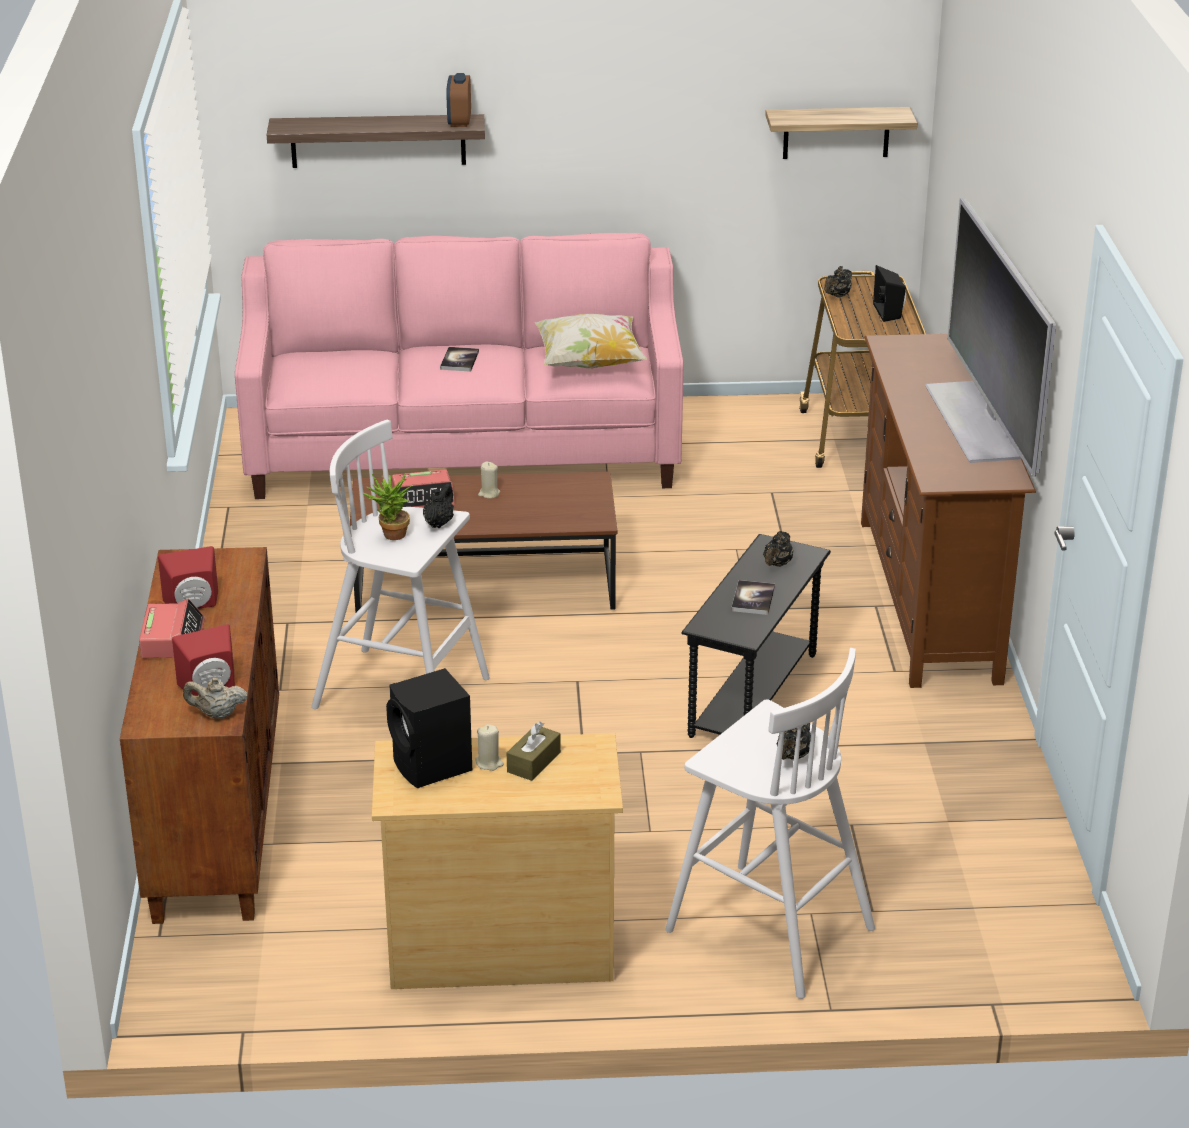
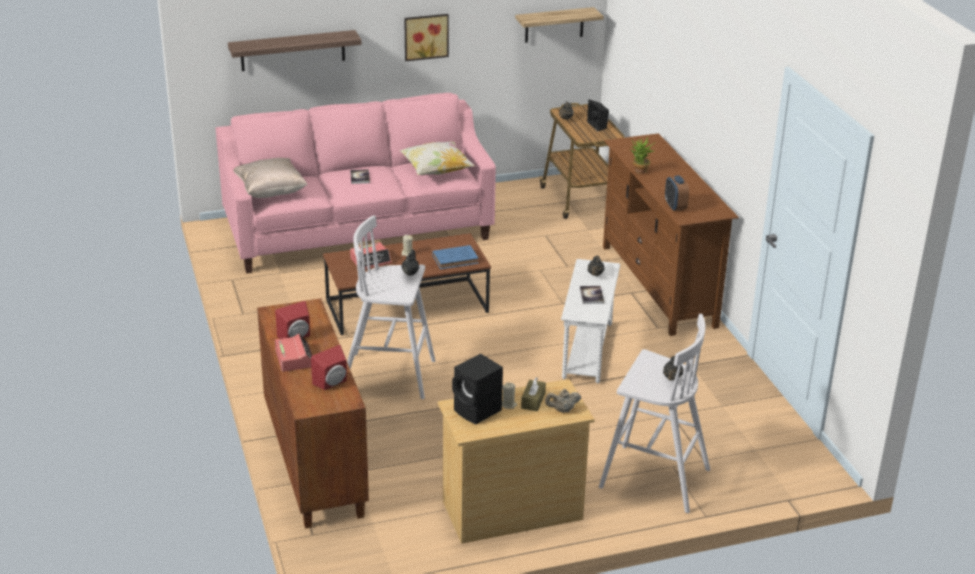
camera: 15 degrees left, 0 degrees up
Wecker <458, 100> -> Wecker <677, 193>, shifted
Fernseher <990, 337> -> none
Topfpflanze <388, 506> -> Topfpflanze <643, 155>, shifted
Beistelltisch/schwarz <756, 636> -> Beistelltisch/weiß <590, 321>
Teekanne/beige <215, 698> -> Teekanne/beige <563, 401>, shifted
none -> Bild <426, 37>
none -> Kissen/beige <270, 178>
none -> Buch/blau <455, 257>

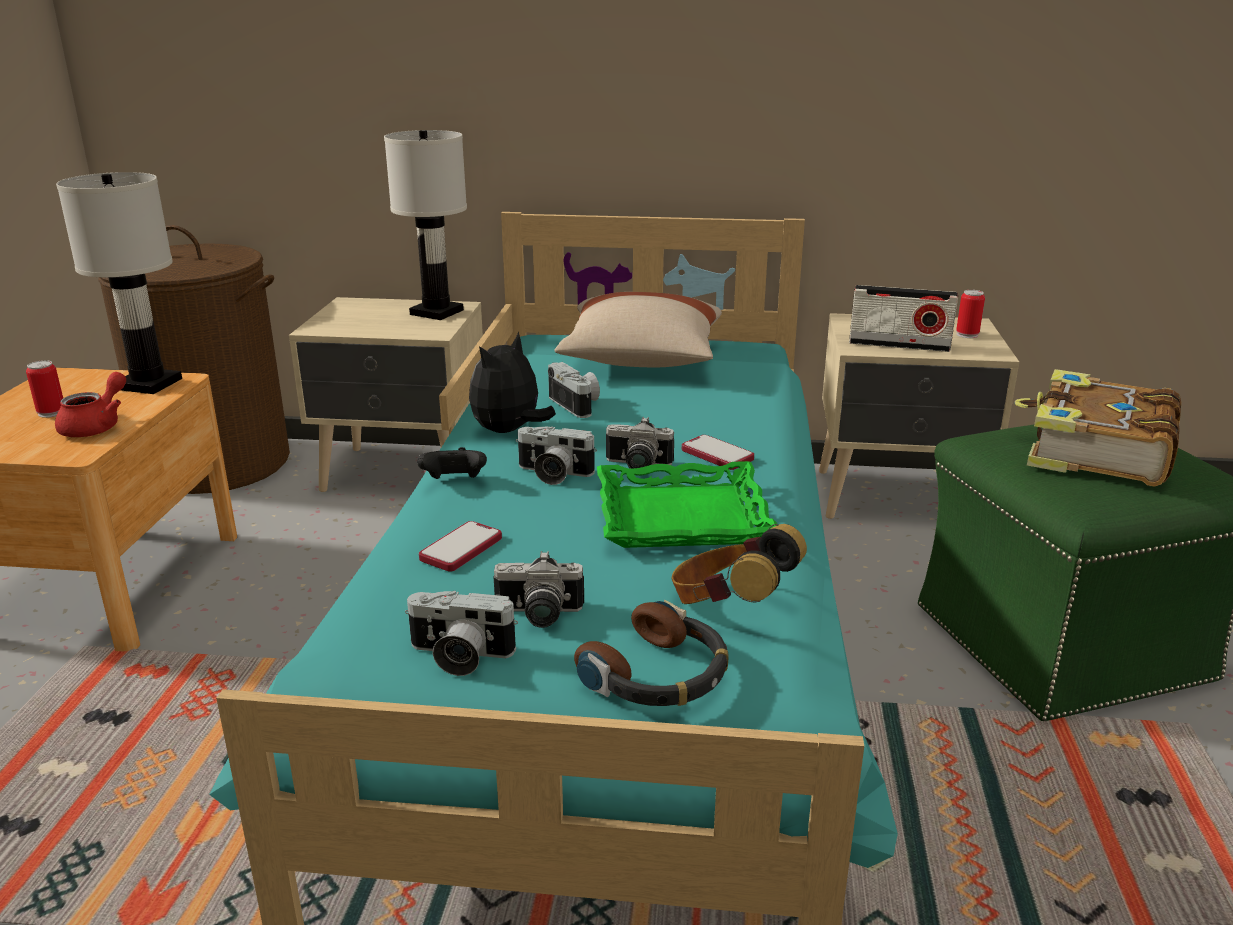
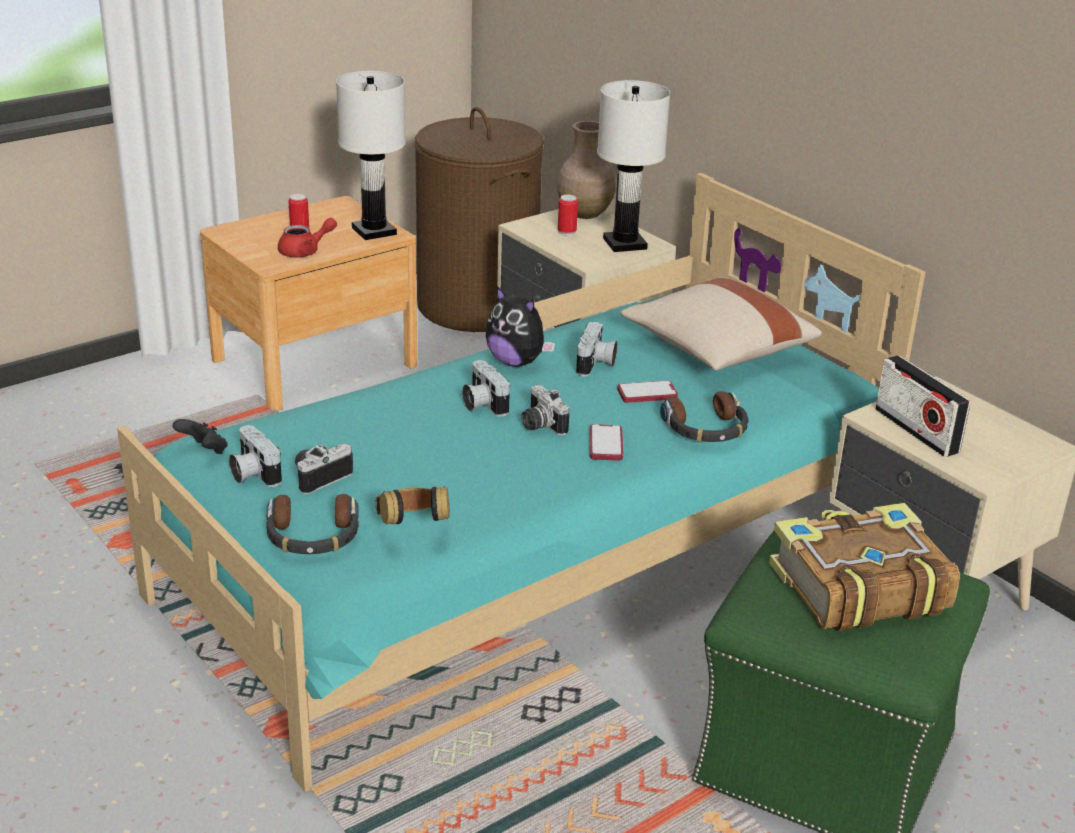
camera: 45 degrees right, 5 degrees up
Dose <970, 314> -> Dose <568, 215>, shifted
Plüschtier <512, 382> -> Plüschtier <520, 326>, 135 degrees counterclockwise
Gamepad/schwarz <452, 463> -> Gamepad/schwarz <200, 436>, shifted
Tablett/grün <687, 504> -> none
Handy <460, 546> -> Handy <647, 391>, shifted
Kamera <538, 589> -> Kamera <324, 468>, 90 degrees clockwise
none -> Vase/braun <586, 170>
none -> Kopfhörer <704, 416>

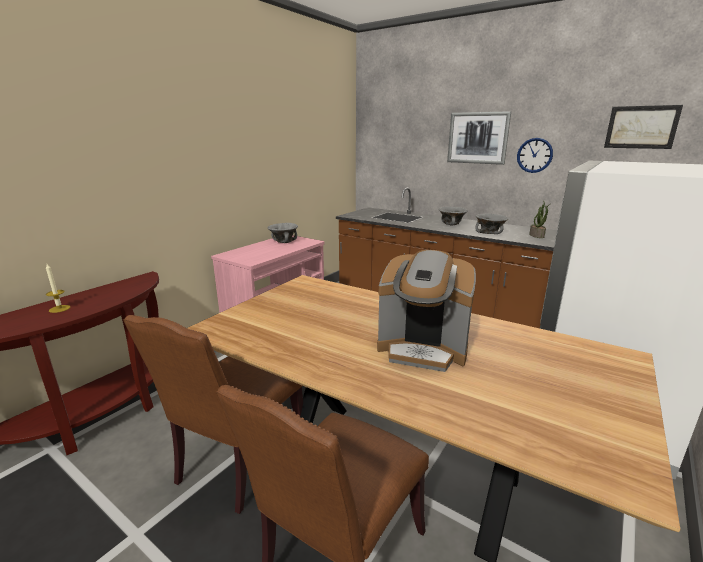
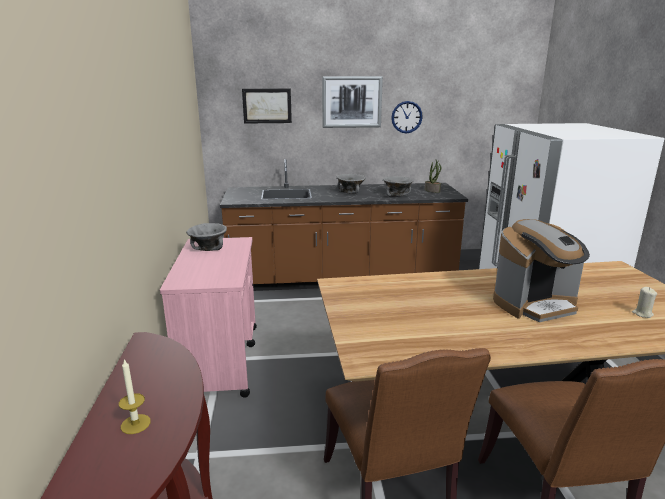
camera: 40 degrees left, 0 degrees up
Bild <643, 127> -> Bild <267, 106>, shifted
none -> Kerze/beige <644, 302>

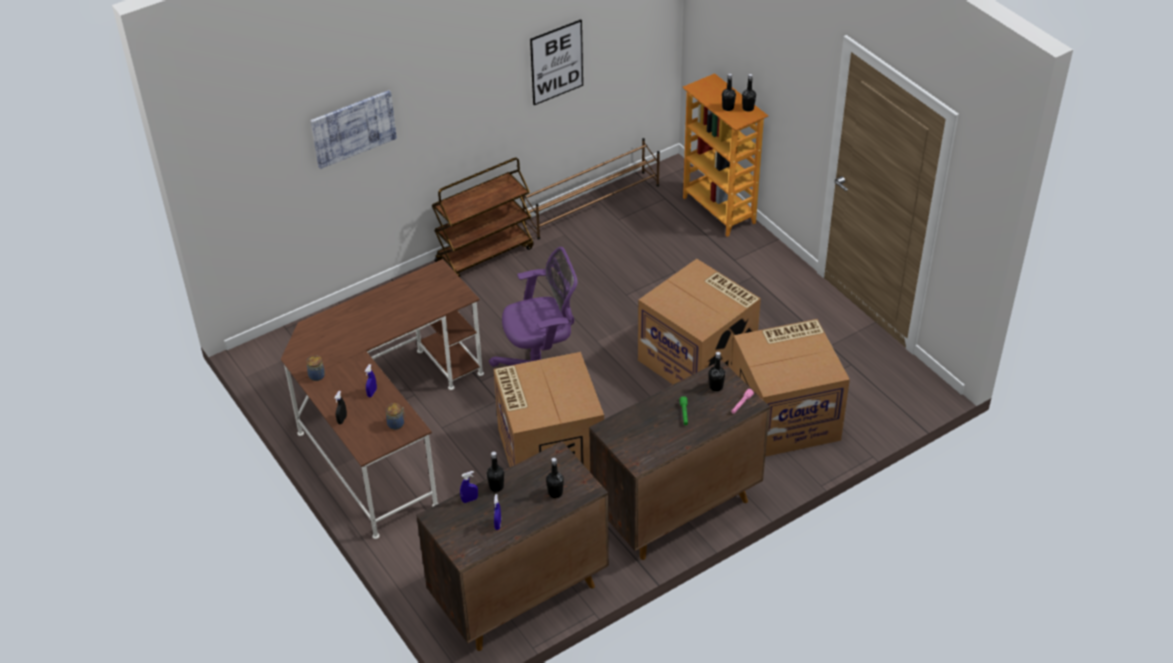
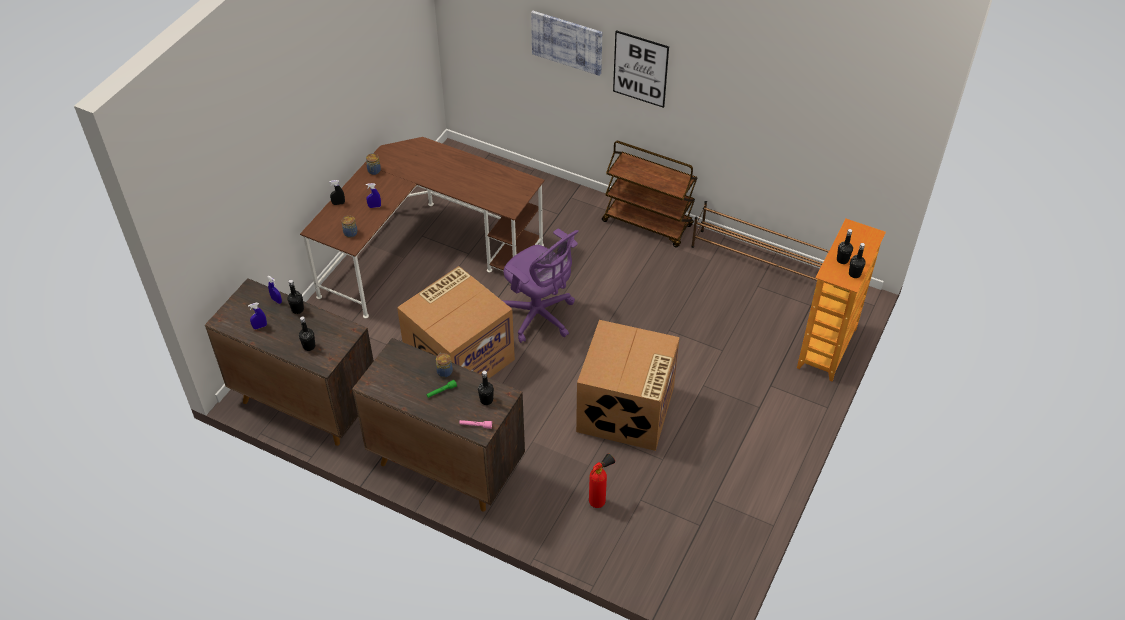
camera: 60 degrees right, 5 degrees up
Bild <556, 62> -> Bild <641, 69>, shifted
Karton <791, 388> -> Feuerlöscher <602, 480>
none -> Vorratsglas <444, 365>

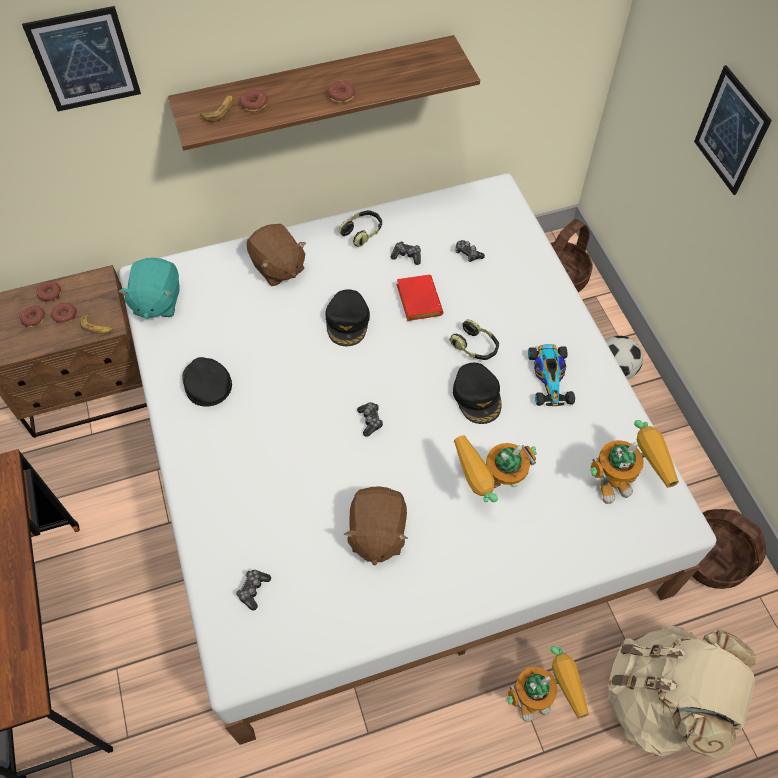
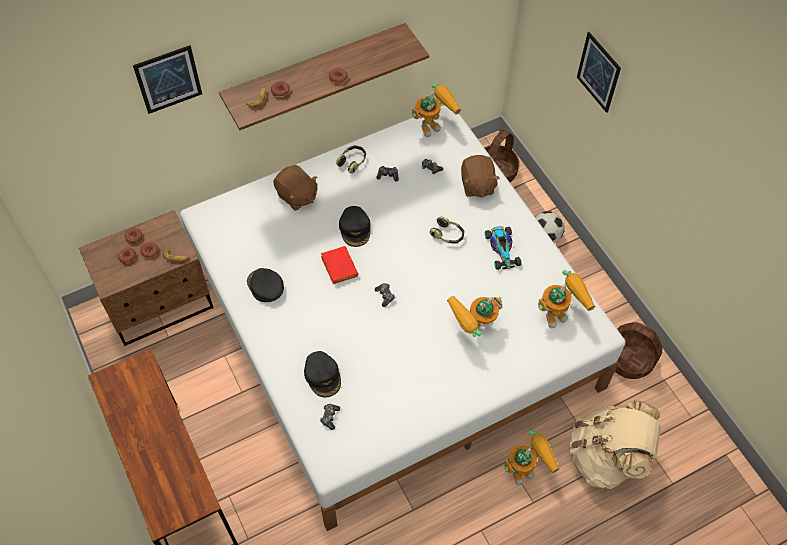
camera: 10 degrees left, 0 degrees up
Plüschtier/türkis <149, 288> -> none
Buch/rot <419, 298> -> Buch/rot <339, 265>, shifted
Kappe/schwarz <477, 393> -> Kappe/schwarz <322, 374>, shifted
Plüschtier/braun <376, 526> -> Plüschtier/braun <480, 176>, shifted
none -> Spielzeugroboter <436, 110>

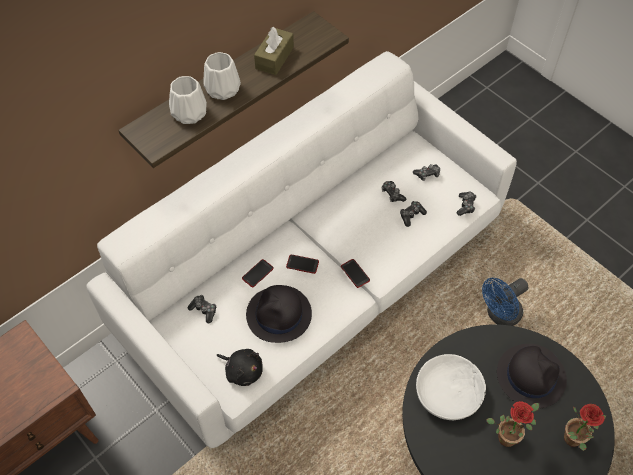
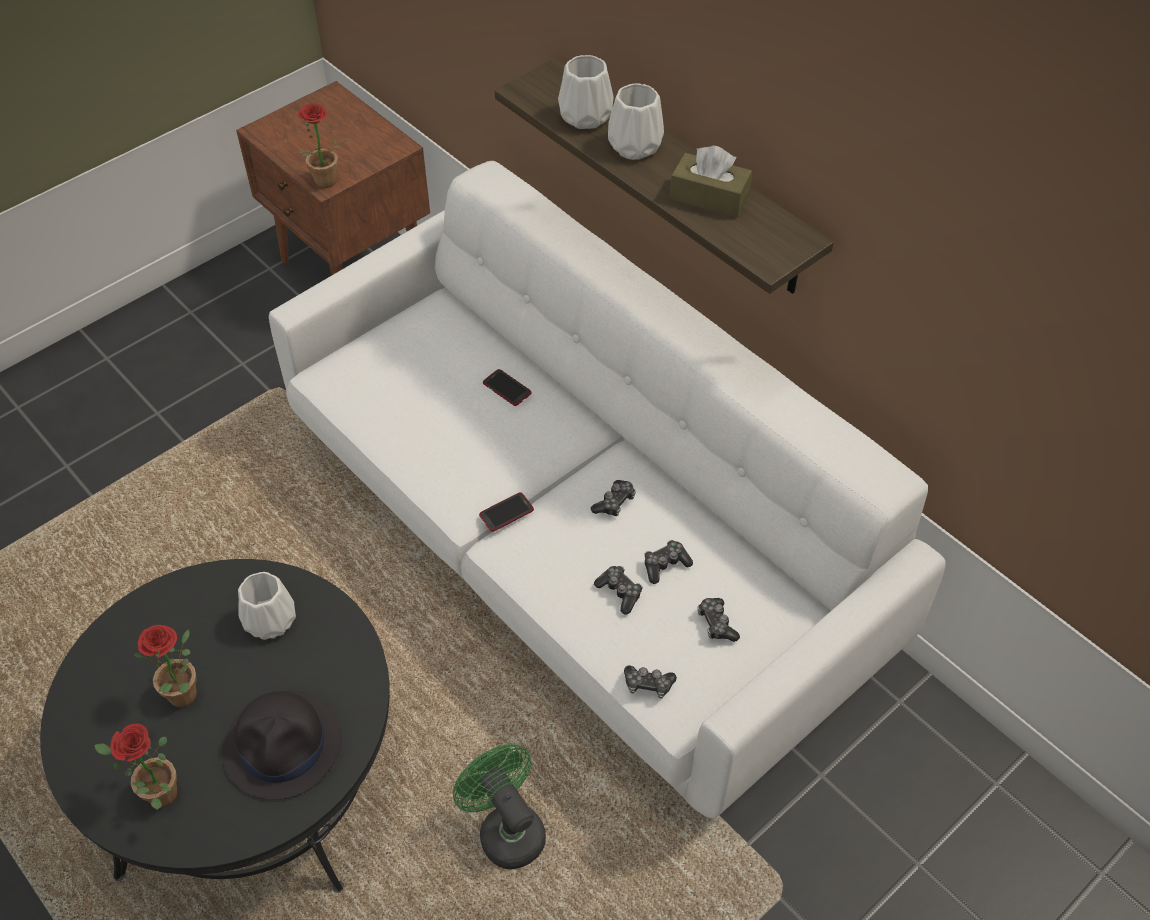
camera: 90 degrees right, 5 degrees down
Handy <302, 264> -> none
Ventilator/blau <505, 302> -> Ventilator/grün <499, 806>
Hut/schwarz <279, 314> -> none
Gamepad <202, 309> -> Gamepad <613, 498>, shifted
Plüschtier/schwarz <239, 367> -> none
Schüssel/weiß <451, 387> -> Vase/weiß <267, 606>
none -> Topfpflanze <324, 145>

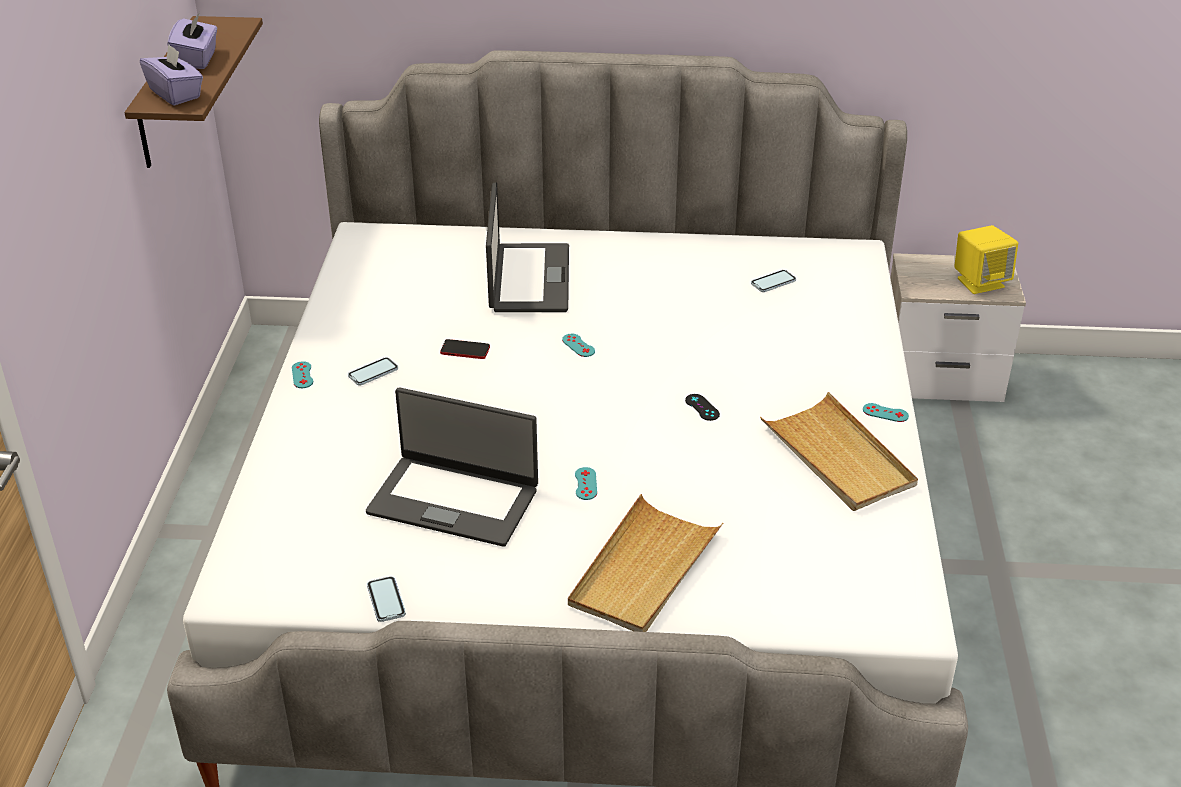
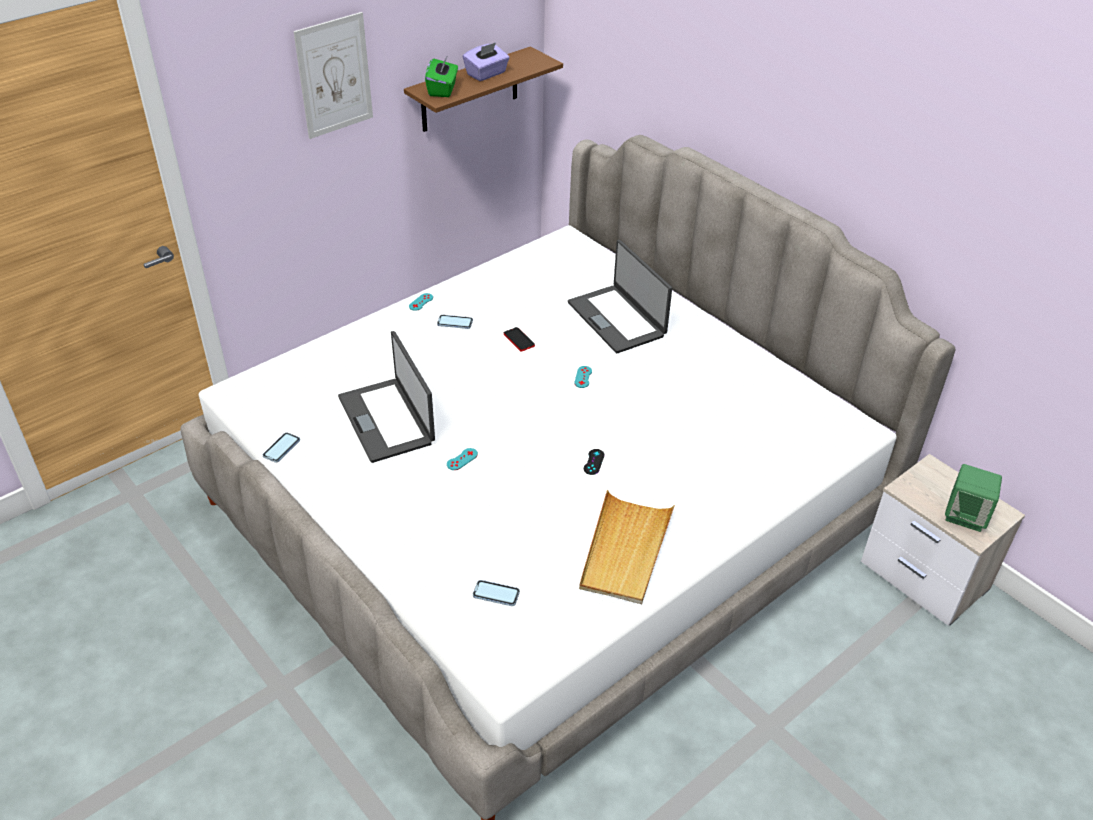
camera: 45 degrees right, 5 degrees up
Taschentuchbox/lila <171, 74> -> Taschentuchbox/grün <441, 76>
Laptop <527, 247> -> Laptop <620, 296>, 105 degrees clockwise
Lautsprecher/gelb <986, 259> -> Lautsprecher/grün <973, 498>
Handy <773, 281> -> Handy <496, 593>, shifted
Gamepad/türkis <886, 412> -> none
Tablett/beige <645, 563> -> none
none -> Bild <333, 75>

